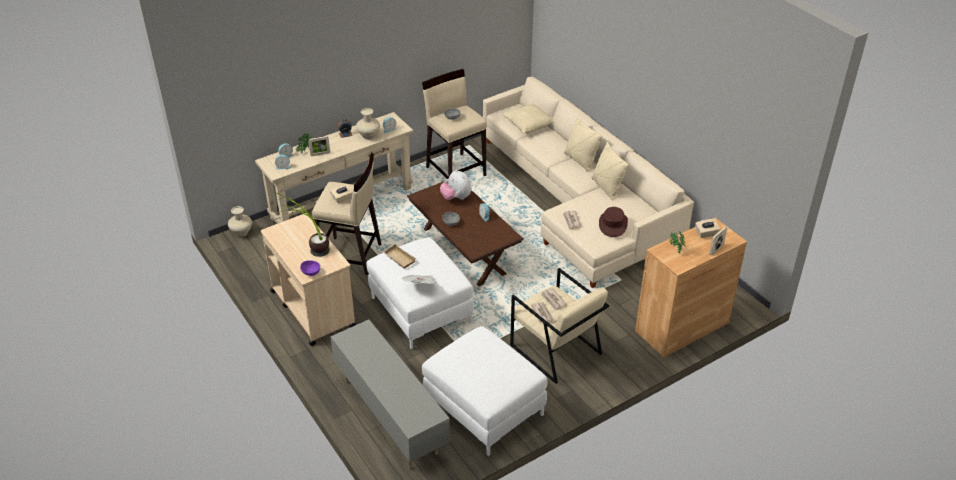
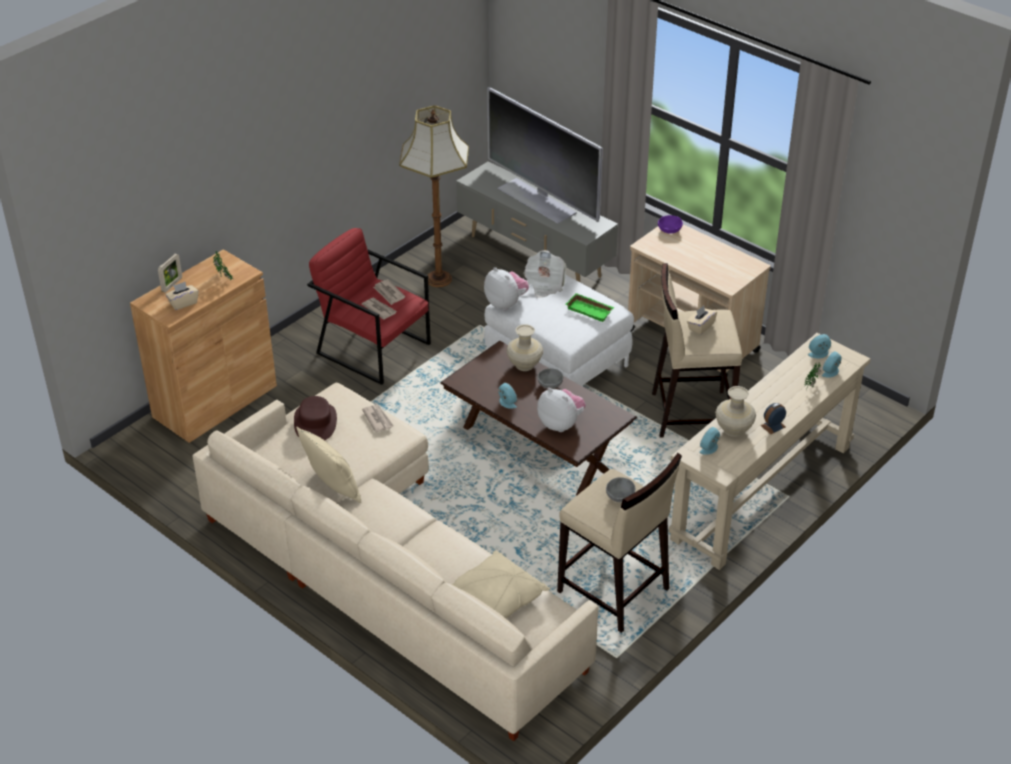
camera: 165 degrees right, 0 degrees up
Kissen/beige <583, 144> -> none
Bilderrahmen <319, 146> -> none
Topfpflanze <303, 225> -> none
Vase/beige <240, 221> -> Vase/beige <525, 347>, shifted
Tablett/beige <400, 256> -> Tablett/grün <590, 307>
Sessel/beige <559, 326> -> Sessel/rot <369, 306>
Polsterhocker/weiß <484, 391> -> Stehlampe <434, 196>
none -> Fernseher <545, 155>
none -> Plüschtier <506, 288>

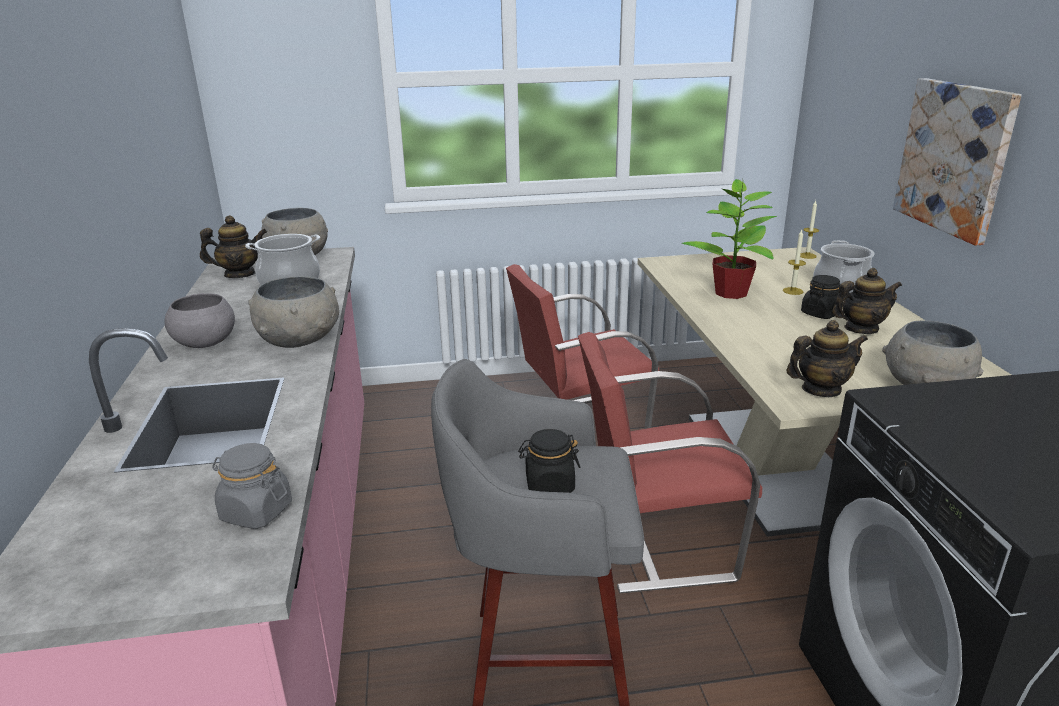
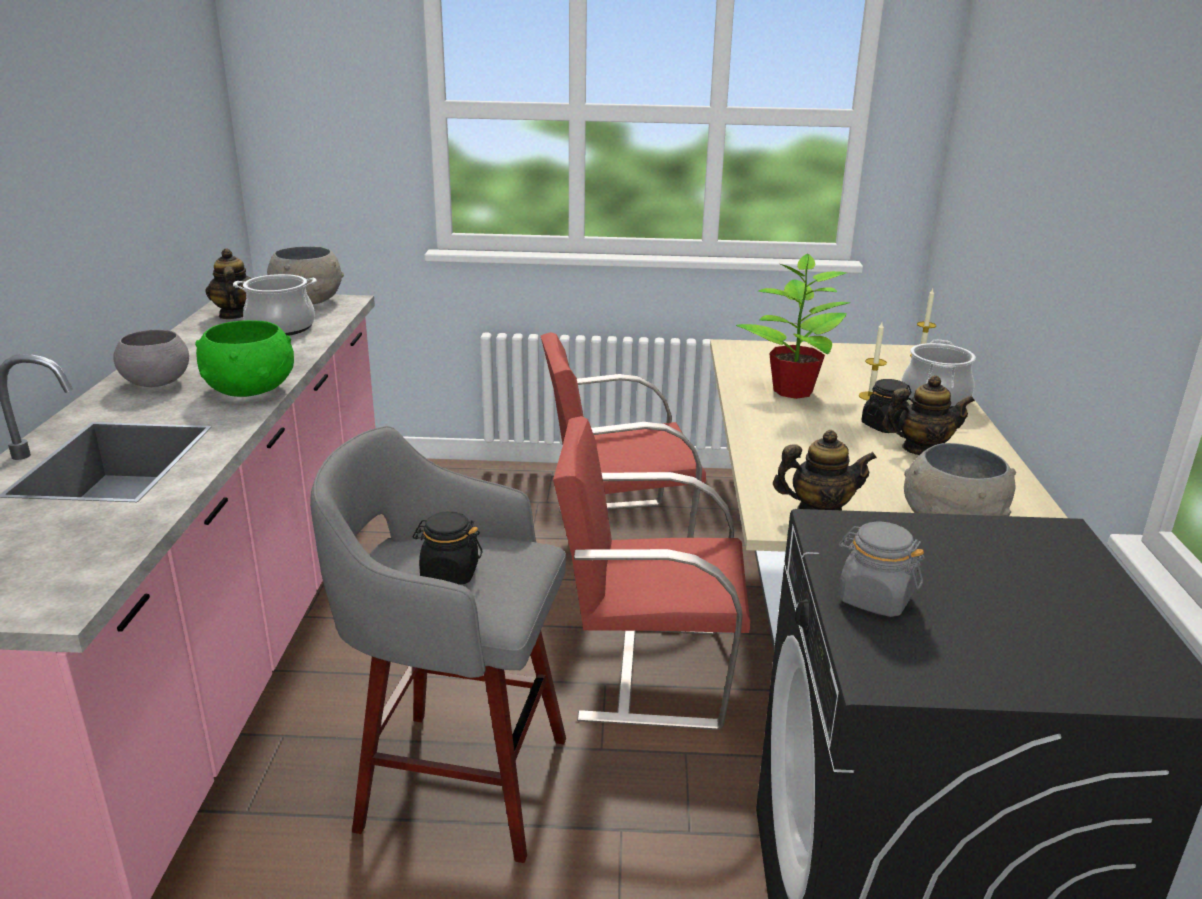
camera: 10 degrees right, 0 degrees up
Bild <957, 162> -> none
Teekanne <233, 246> -> Teekanne <228, 283>, 105 degrees counterclockwise
Schüssel/grau <294, 312> -> Schüssel/grün <244, 358>
Vorratsglas/grau <252, 486> -> Vorratsglas/grau <881, 569>, shifted

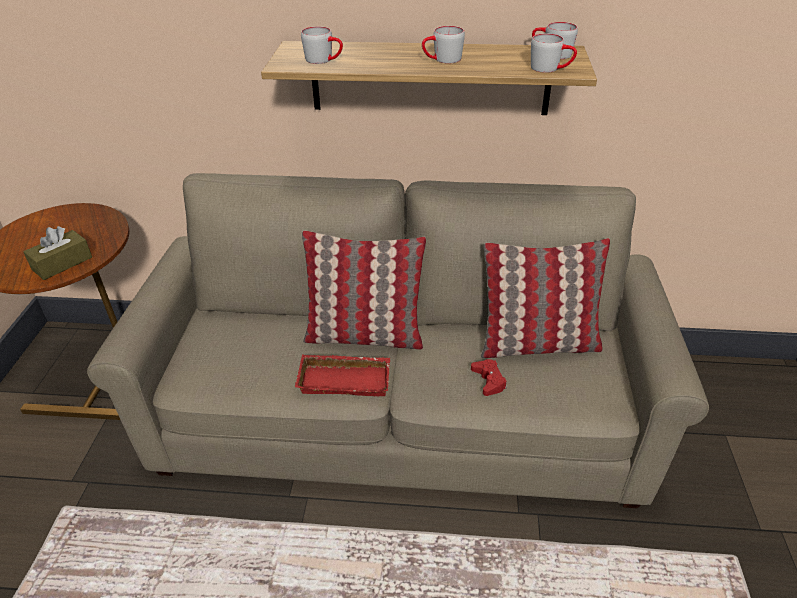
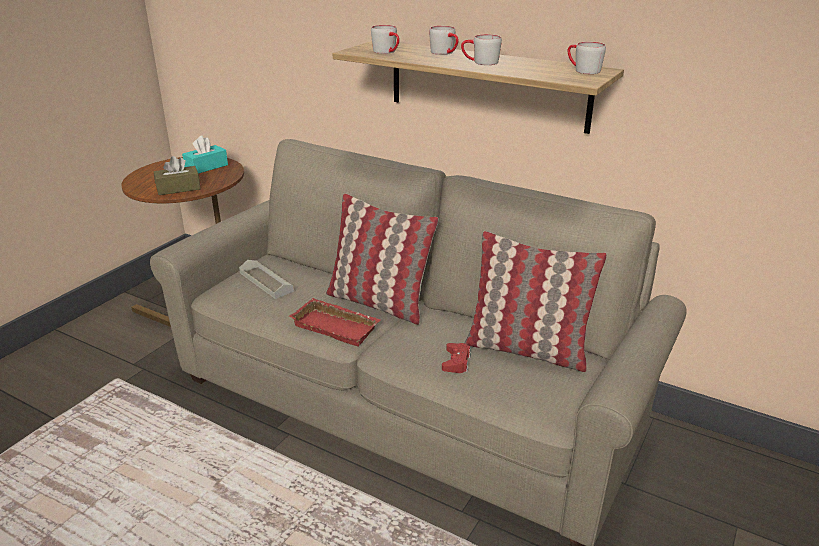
camera: 25 degrees right, 10 degrees down
Henkelbecher/grau <554, 53> -> Henkelbecher/grau <444, 40>, shifted
none -> Taschentuchbox/türkis <205, 155>
none -> Tablett/grau <266, 279>

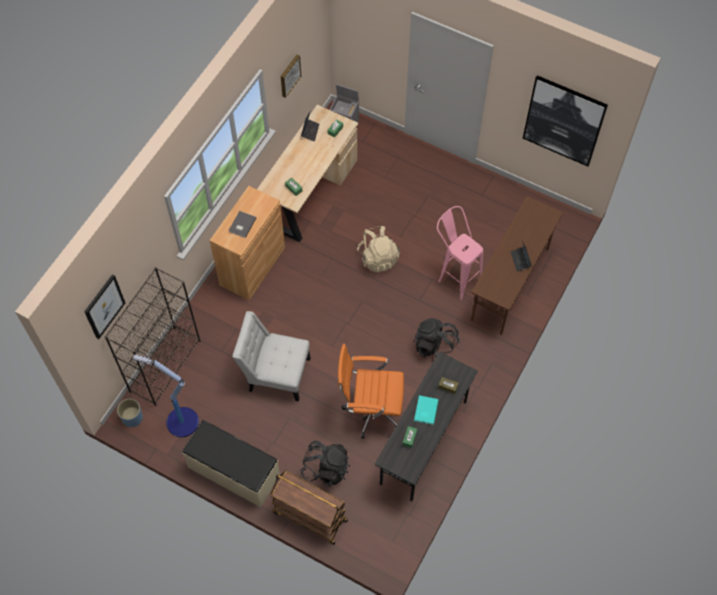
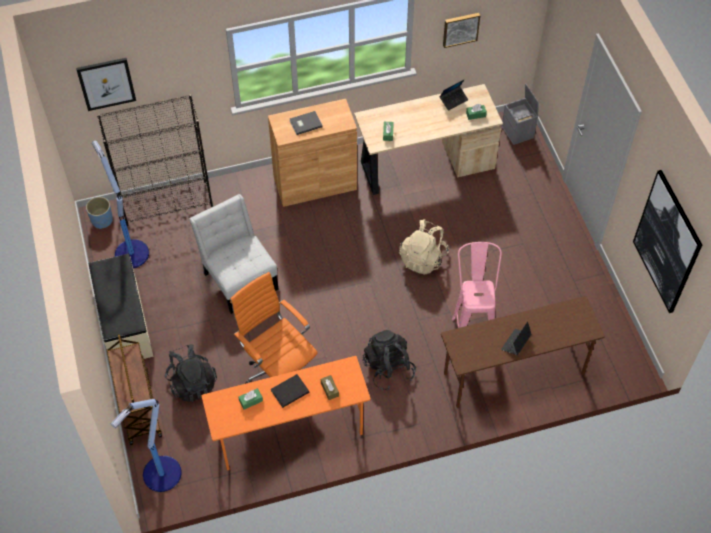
camera: 45 degrees right, 5 degrees down
Schreibtisch/grau <426, 426> -> Schreibtisch/orange <285, 413>
Buch/türkis <426, 410> -> Buch/schwarz <290, 391>
none -> Stehlampe <146, 445>

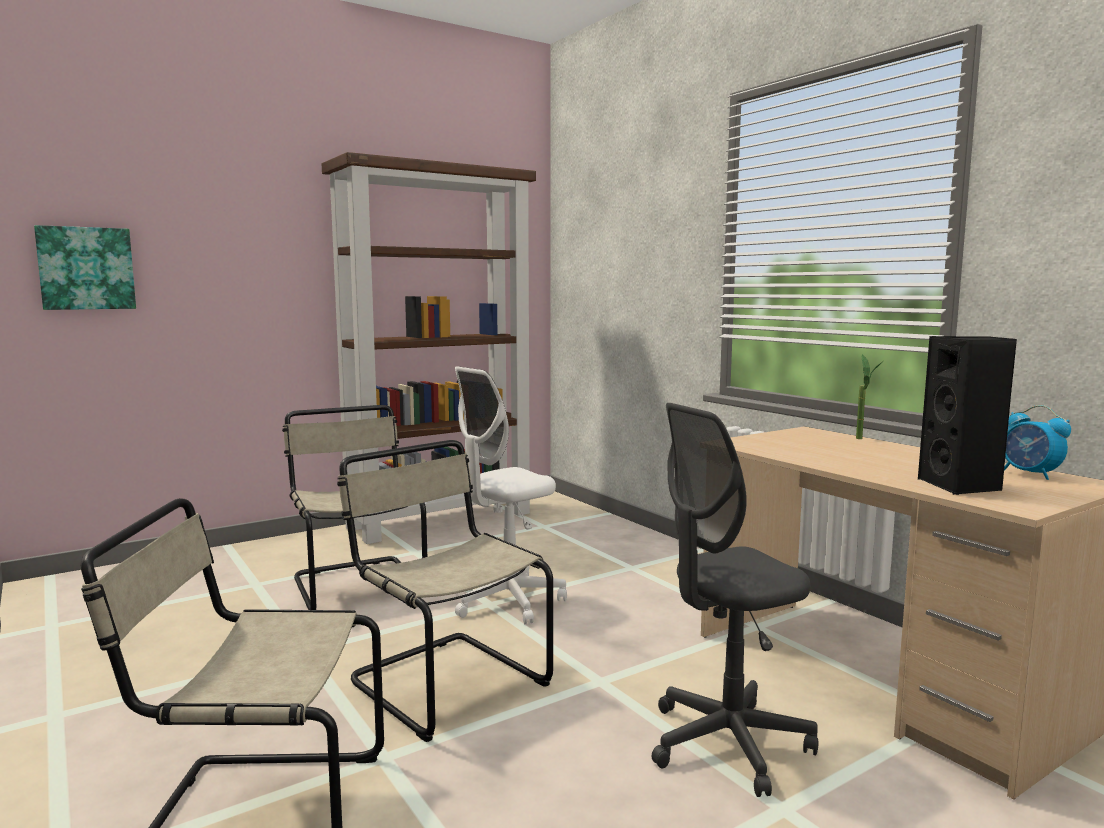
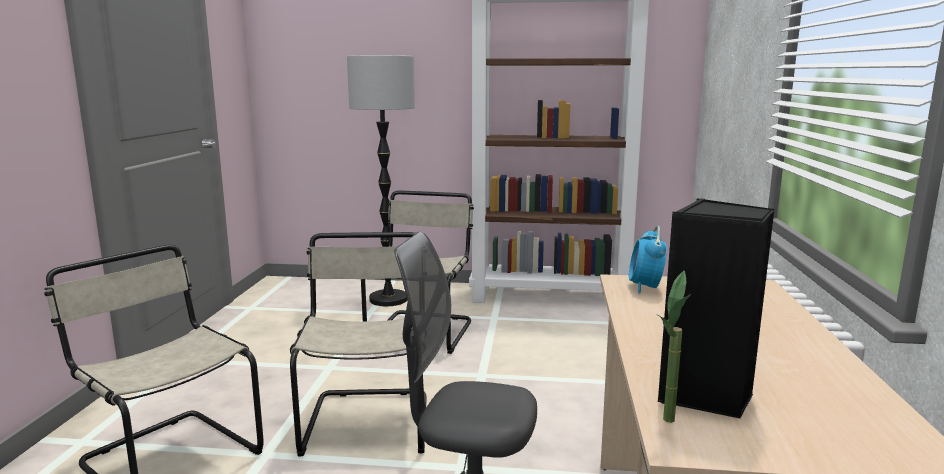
camera: 40 degrees right, 5 degrees up
Bild <85, 267> -> none
Topfpflanze <869, 396> -> Topfpflanze <673, 346>, shifted
Bürostuhl/weiß <511, 495> -> none
Wecker <1037, 442> -> Wecker <648, 260>, shifted
none -> Stehlampe <381, 180>

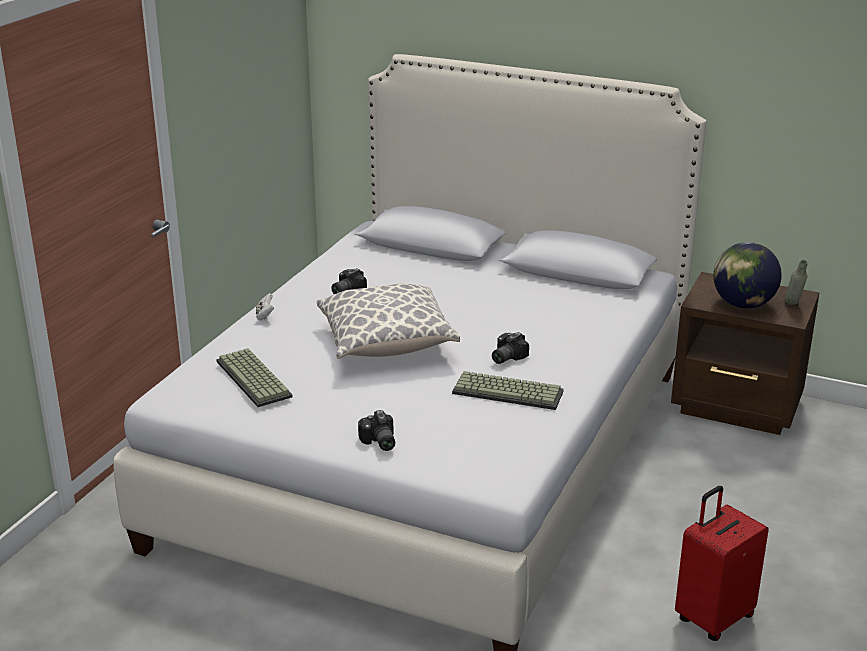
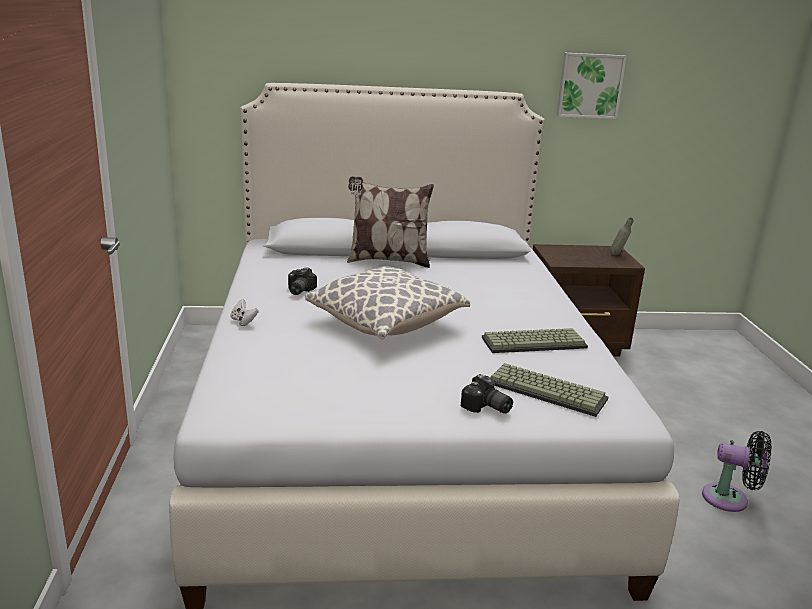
camera: 30 degrees left, 5 degrees down
Globus <747, 275> -> none
Kamera <510, 348> -> none
Tastatur <254, 377> -> Tastatur <549, 390>, shifted
Koffer/rot <722, 563> -> Ventilator/schwarz <736, 471>
none -> Bild <591, 86>
none -> Kissen <390, 222>

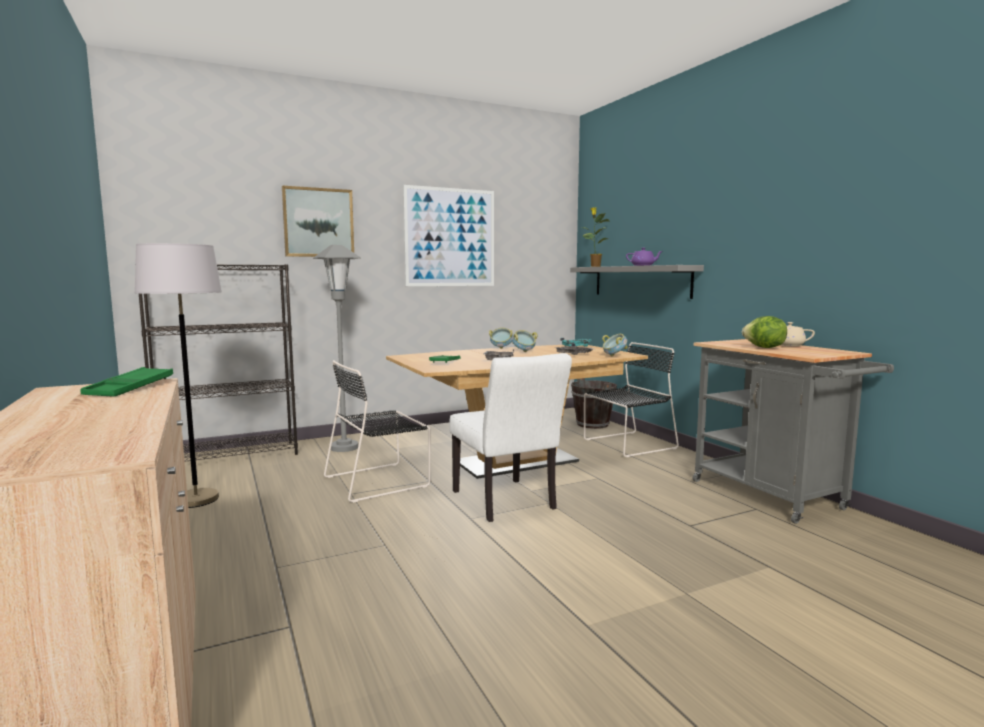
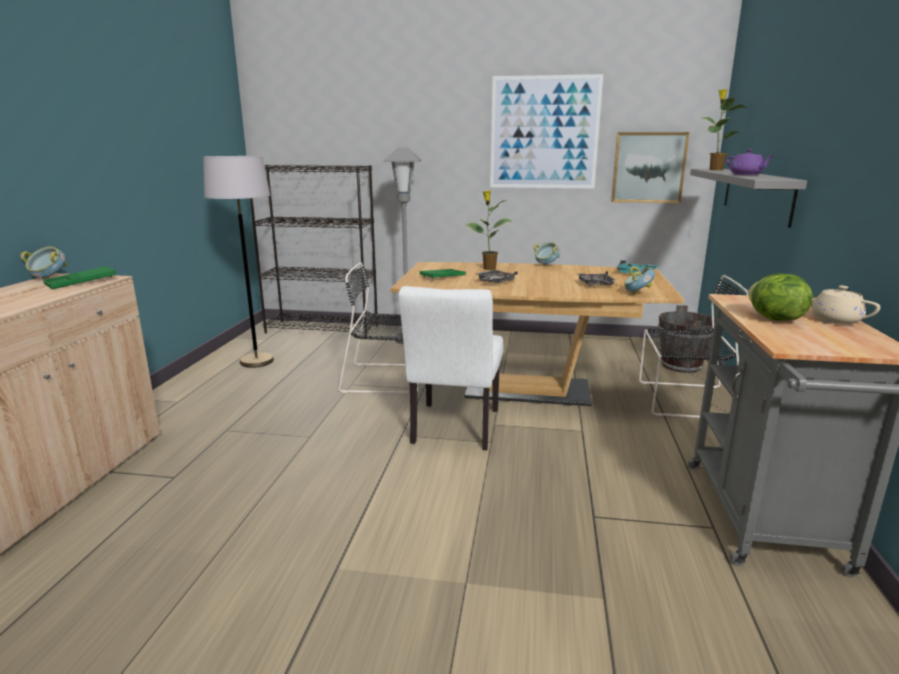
camera: 35 degrees right, 10 degrees up
Bild <318, 221> -> Bild <650, 167>, shifted
Schüssel <524, 341> -> Schüssel <43, 263>, shifted
none -> Topfpflanze <487, 230>

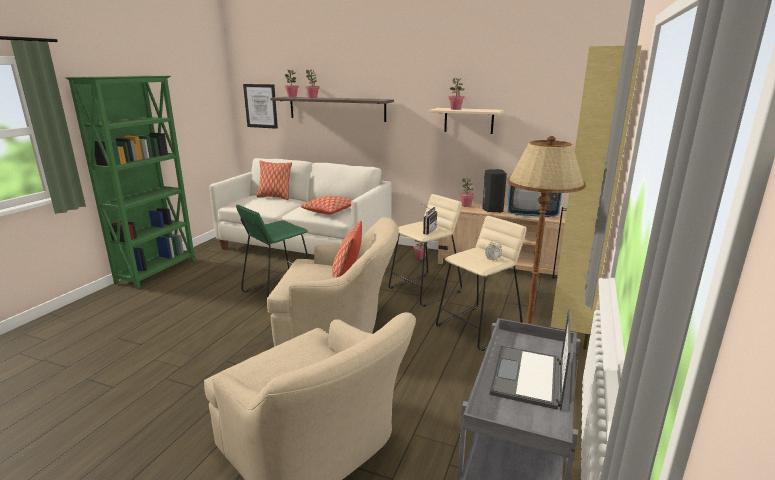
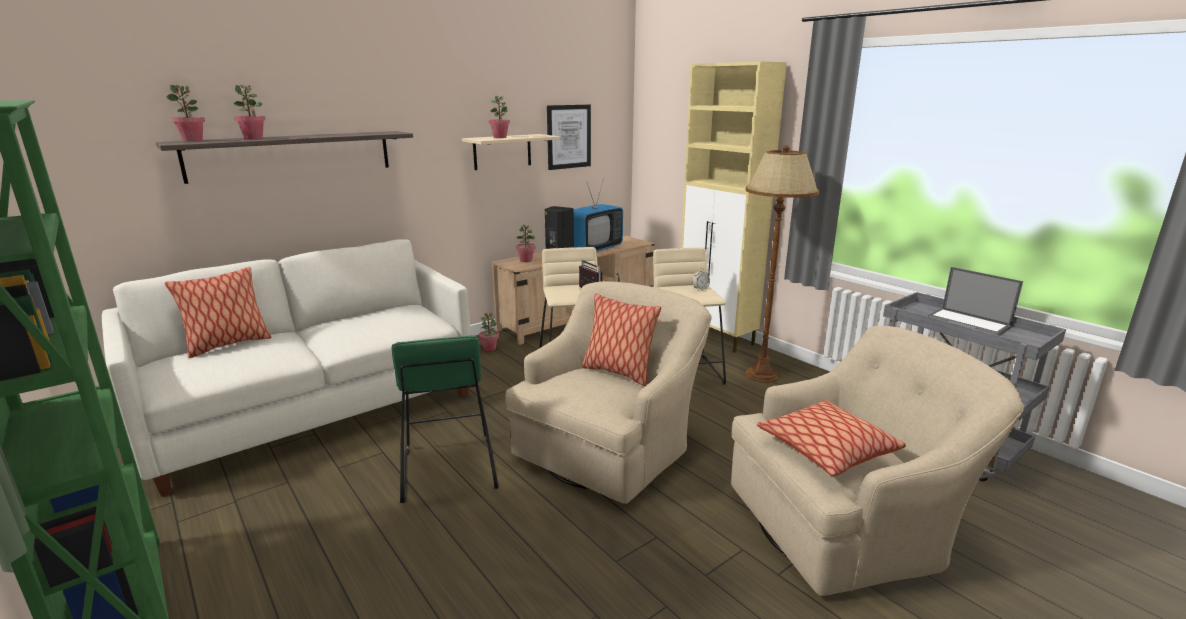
camera: 60 degrees left, 0 degrees up
Bild <260, 106> -> Bild <569, 137>, shifted
Kissen <327, 205> -> Kissen <831, 438>, shifted

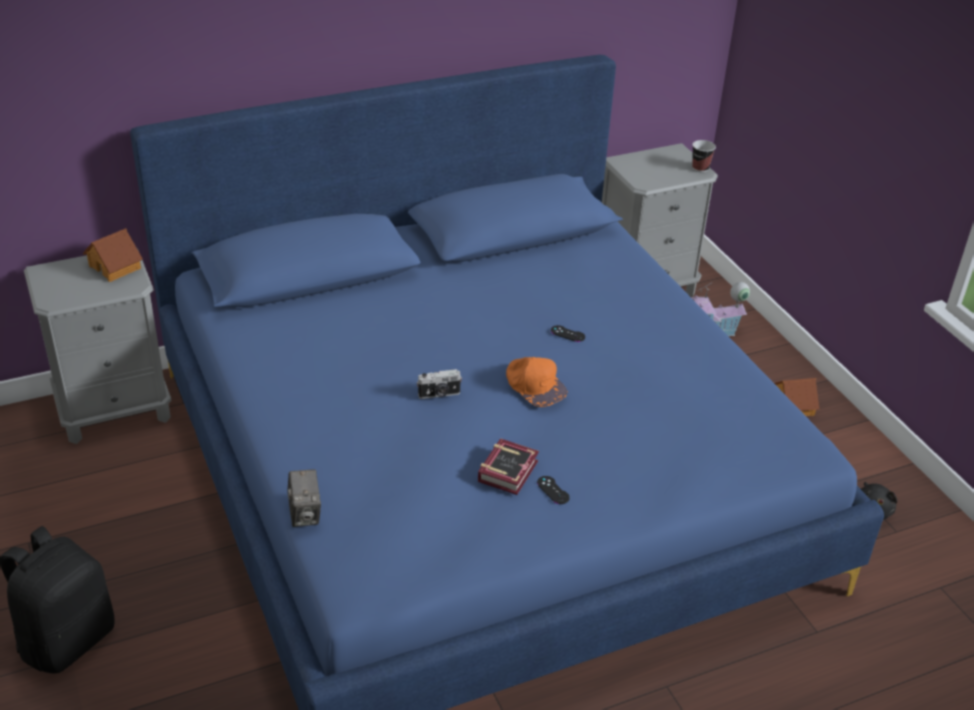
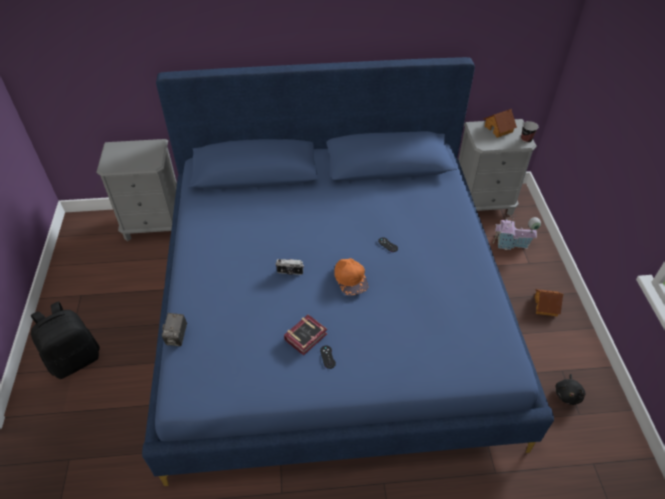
camera: 20 degrees right, 10 degrees up
Spielzeughaus <113, 255> -> Spielzeughaus <500, 123>, shifted

